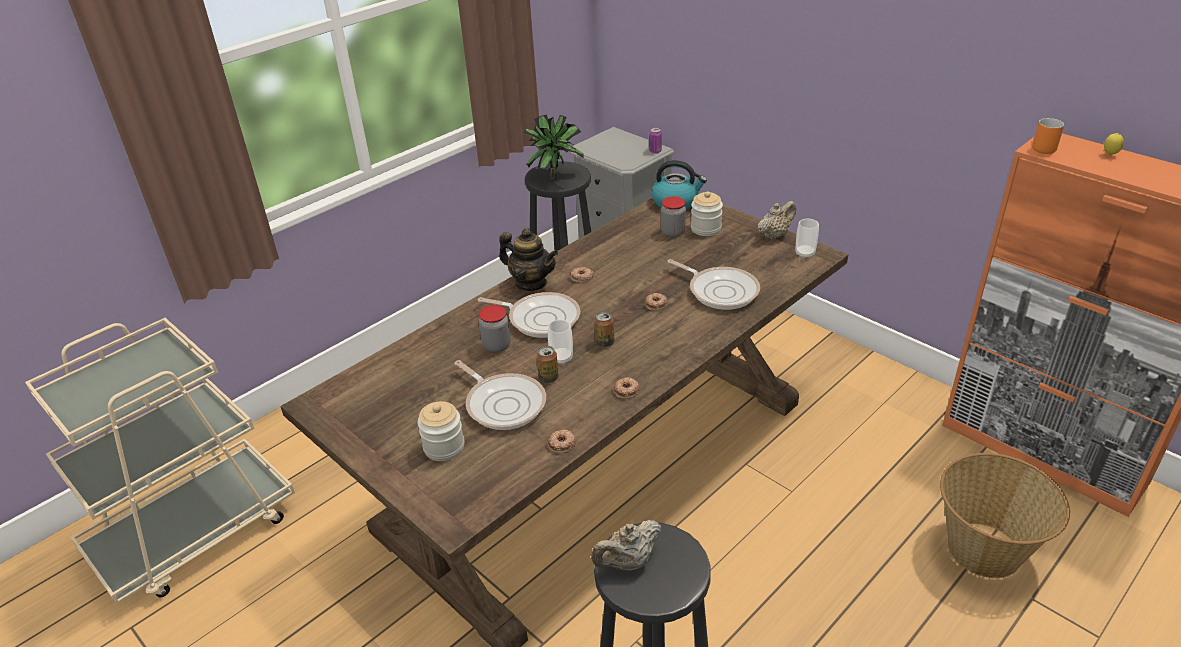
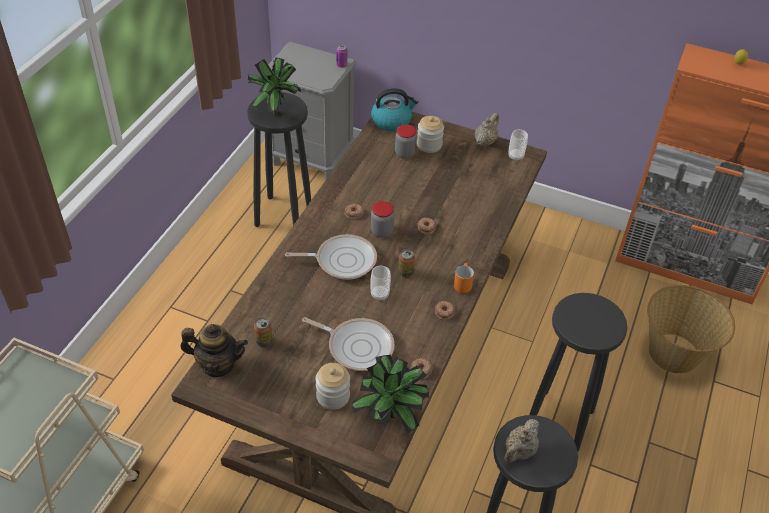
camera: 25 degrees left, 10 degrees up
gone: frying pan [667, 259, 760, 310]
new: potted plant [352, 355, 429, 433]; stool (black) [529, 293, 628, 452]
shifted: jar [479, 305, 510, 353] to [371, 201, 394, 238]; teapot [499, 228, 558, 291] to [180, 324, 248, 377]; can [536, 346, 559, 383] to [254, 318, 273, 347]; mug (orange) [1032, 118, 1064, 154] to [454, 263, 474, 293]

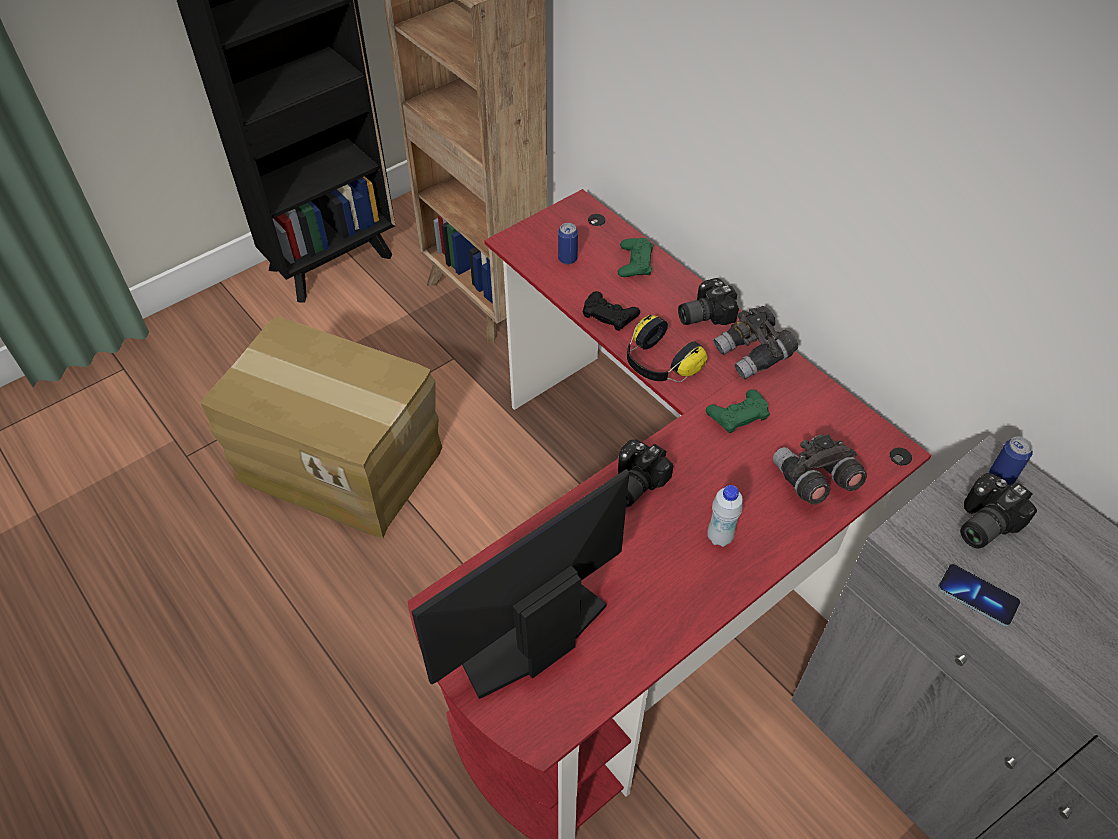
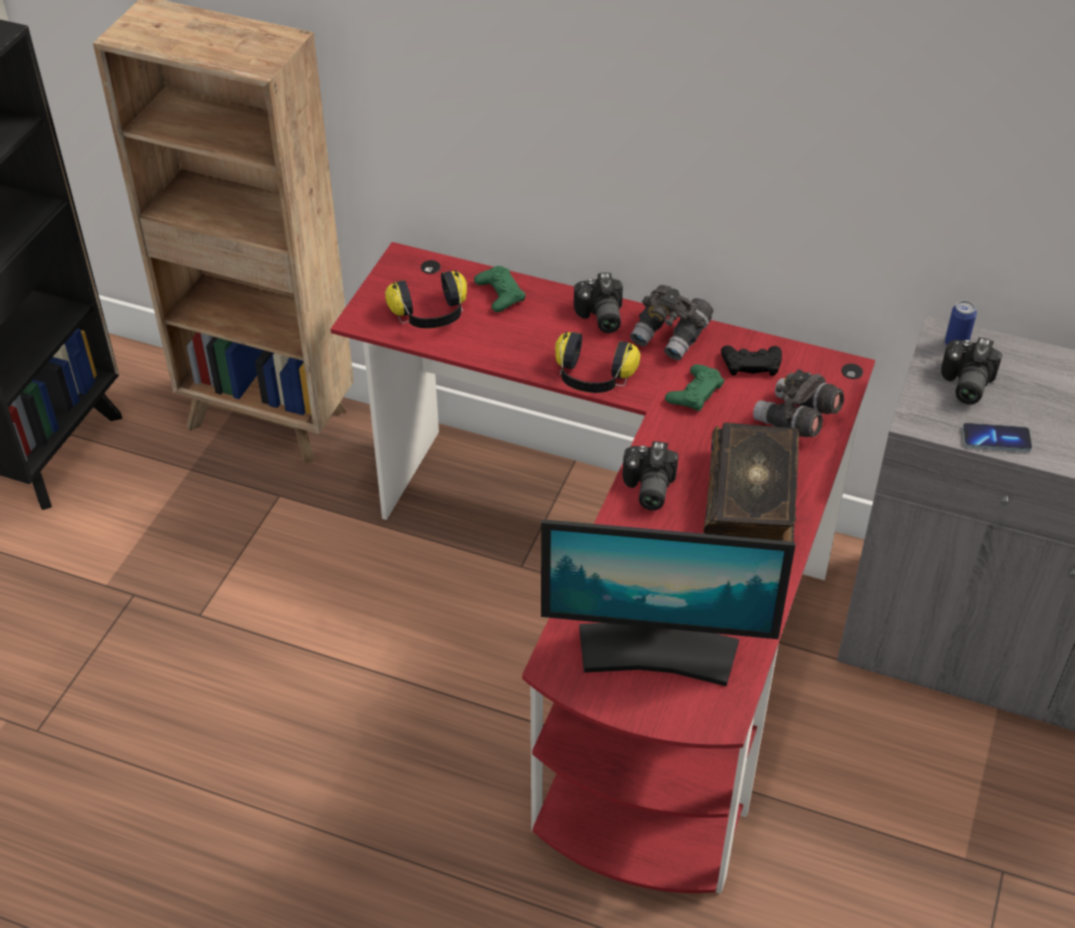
camera: 30 degrees left, 5 degrees down
gone: cardboard box [200, 316, 442, 538]
shifted: game controller (black) [582, 291, 640, 331] to [721, 345, 782, 376]
swapped: can [558, 223, 578, 265] to headphones [385, 270, 467, 328]; bottle (white) [707, 485, 743, 547] to book [703, 422, 799, 542]
rotated: monitor [411, 469, 629, 699] = [541, 520, 795, 686] 105 degrees counterclockwise; photo camera [678, 278, 739, 325] = [574, 273, 623, 333] 45 degrees counterclockwise

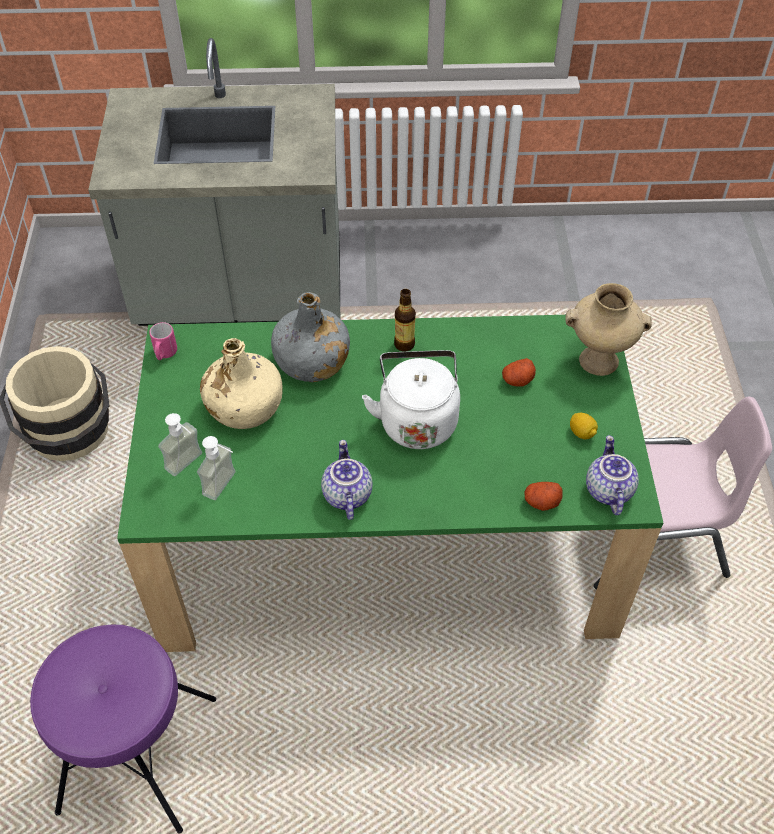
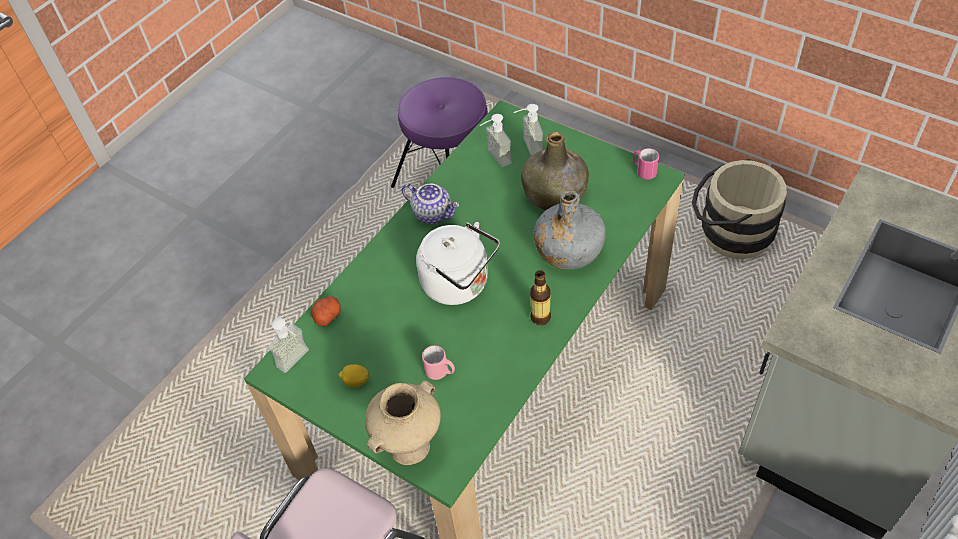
camera: 130 degrees right, 0 degrees up
swapped: potato [502, 358, 536, 386] to mug (pink) [422, 345, 455, 380]; teapot [586, 435, 639, 515] to soap dispenser [268, 318, 309, 373]
repainted: bottle (beige) [200, 338, 283, 429] to bottle (green) [521, 132, 589, 211]

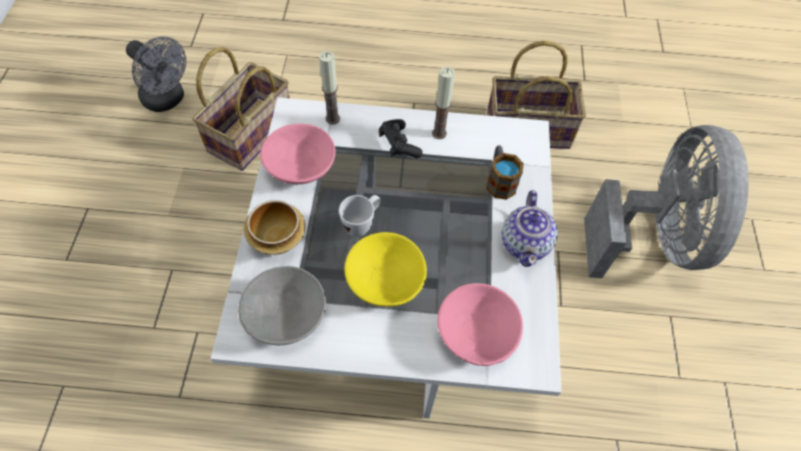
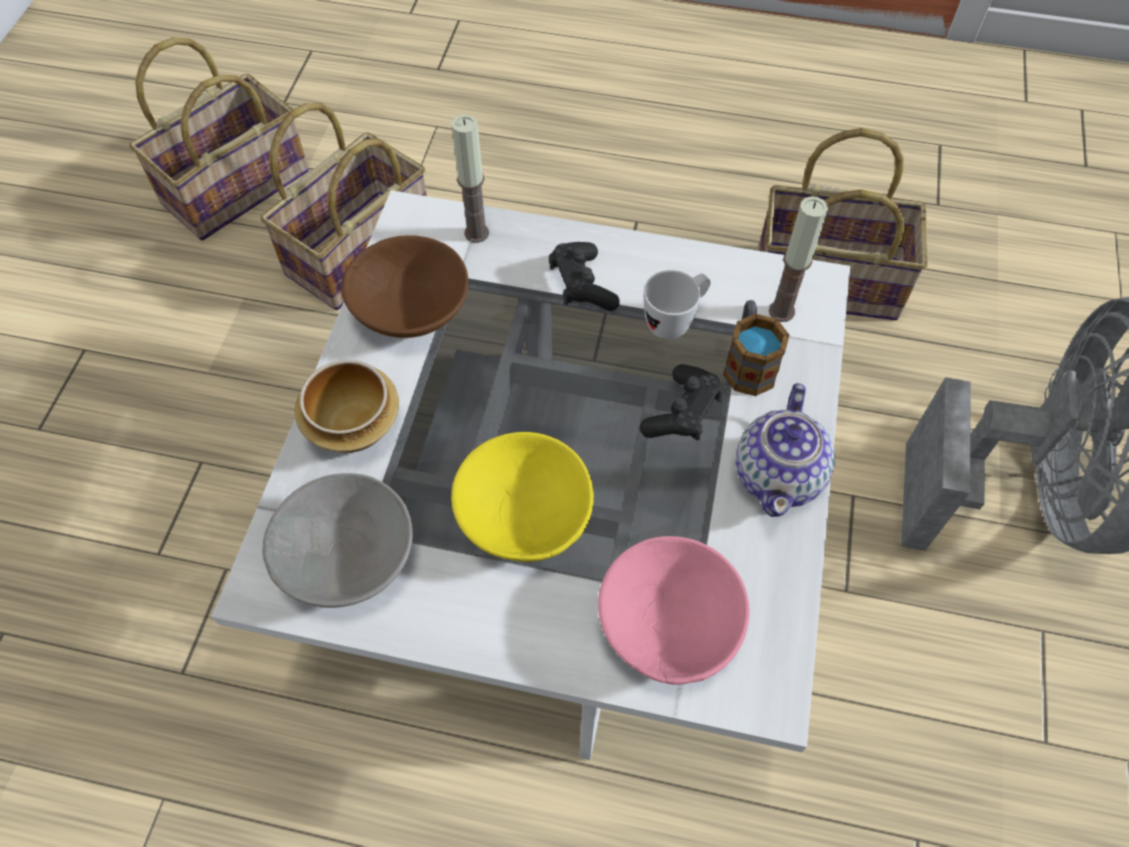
camera: 10 degrees right, 0 degrees up
new: game controller (black) [640, 364, 725, 441]
shifted: mug (white) [339, 195, 381, 237] to [644, 270, 711, 339]; candle [432, 67, 455, 139] to [769, 196, 828, 322]
swapped: fan (grey) [126, 36, 186, 112] to basket [129, 37, 309, 241]
repainted: bowl (pink) [260, 124, 335, 184] to bowl (brown) [341, 235, 469, 338]

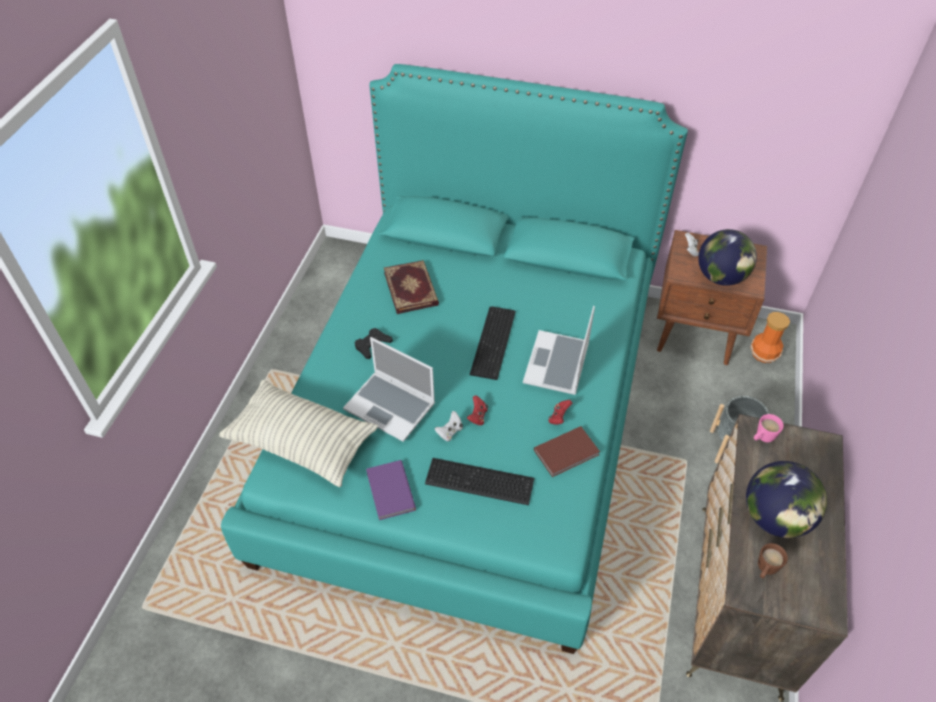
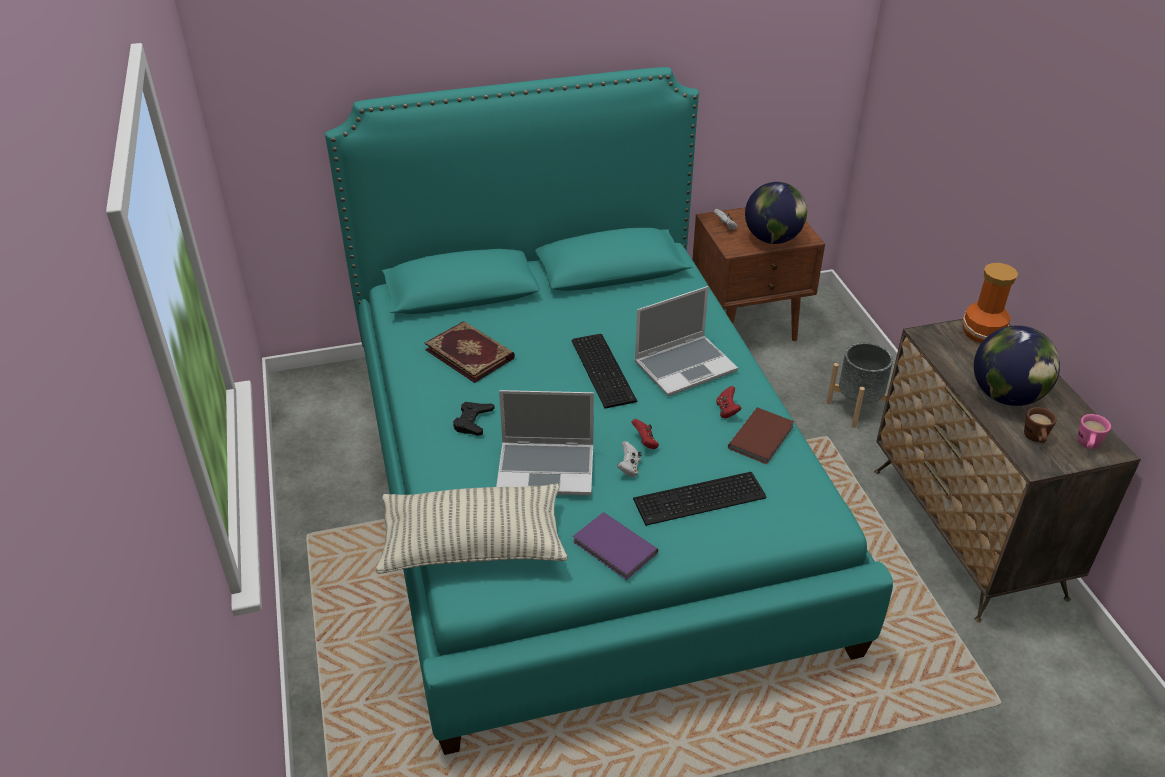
camera: 30 degrees left, 10 degrees down
shifted: vase [750, 312, 790, 363] to [962, 263, 1018, 343]; mug (pink) [754, 414, 784, 442] to [1077, 414, 1111, 449]
rotated: laptop [523, 306, 595, 395] = [634, 286, 738, 396] 105 degrees counterclockwise

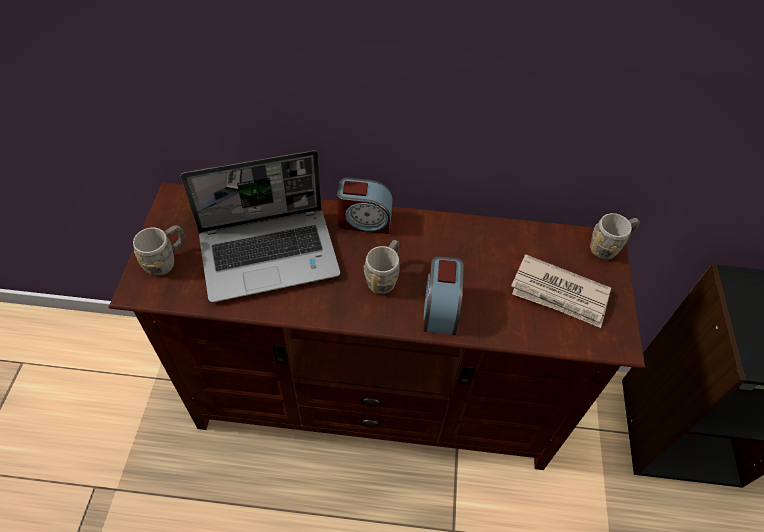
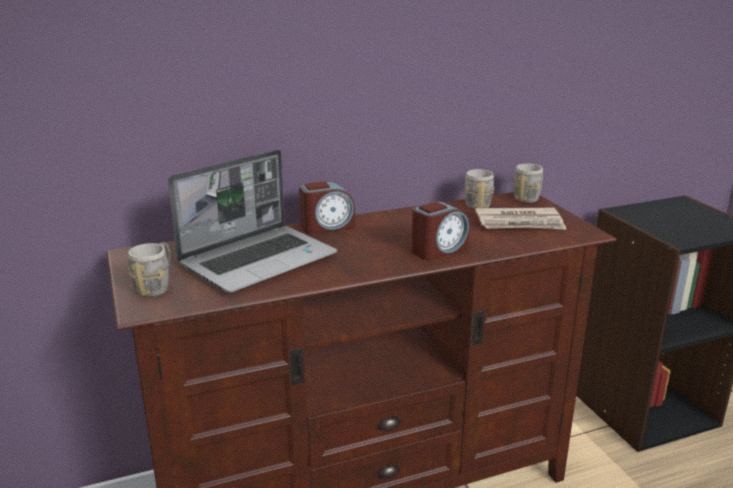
camera: 25 degrees left, 30 degrees down
shifted: mug (grey) [363, 240, 400, 294] to [465, 169, 495, 209]
rotated: alarm clock [423, 256, 464, 335] = [411, 201, 470, 260] 105 degrees counterclockwise

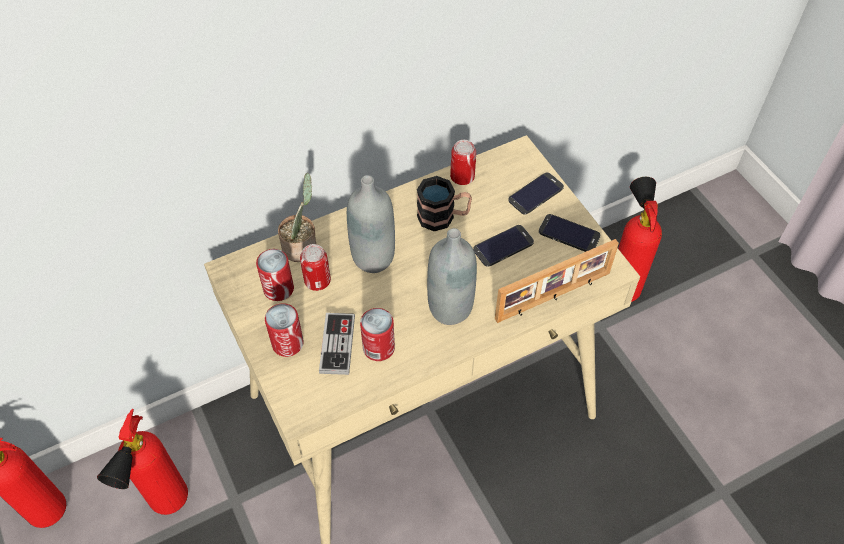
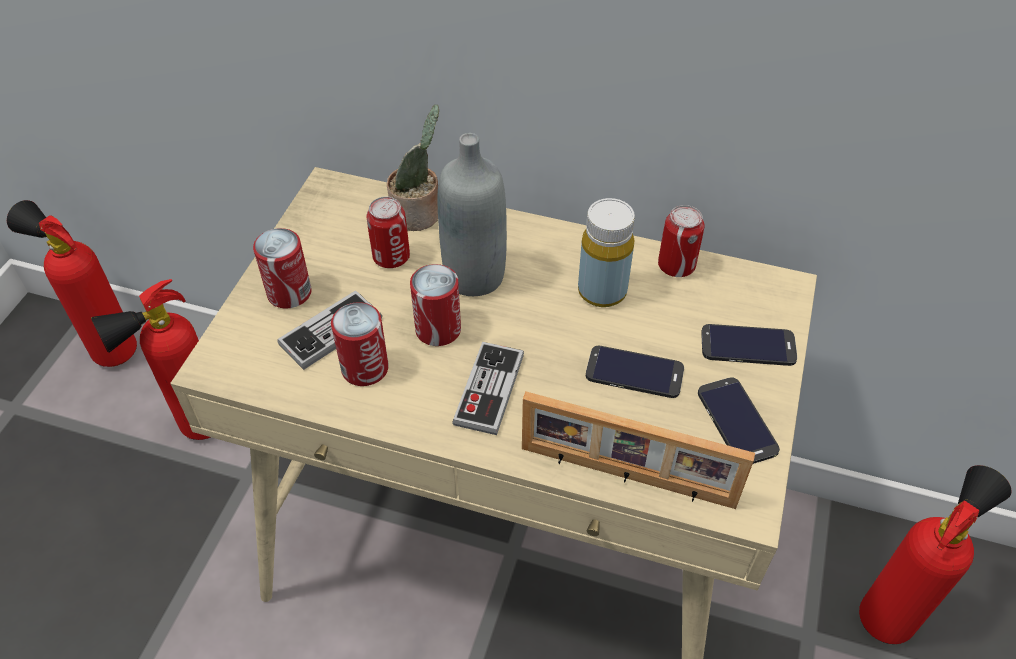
camera: 45 degrees right, 5 degrees down
shifted: can [256, 249, 294, 301] to [410, 264, 461, 346]
swapped: mug [417, 176, 472, 231] to bottle (yellow) [578, 198, 635, 307]; bottle (grey) [427, 228, 477, 325] to game controller [452, 342, 524, 435]

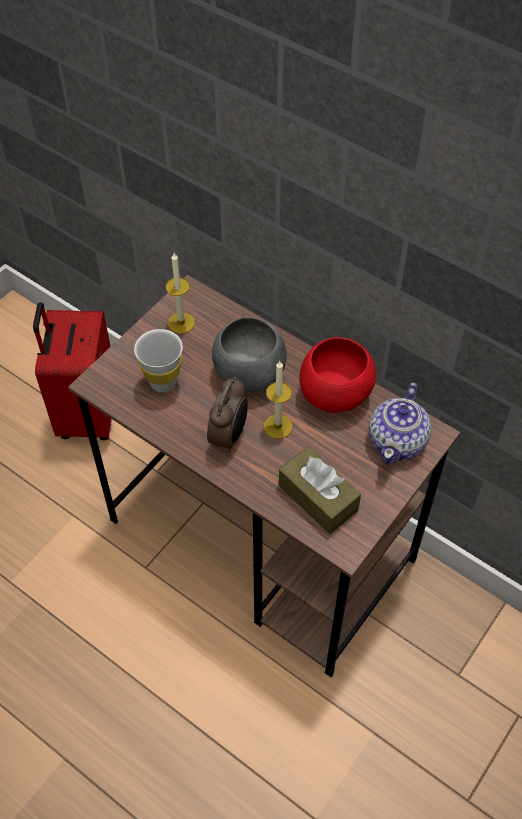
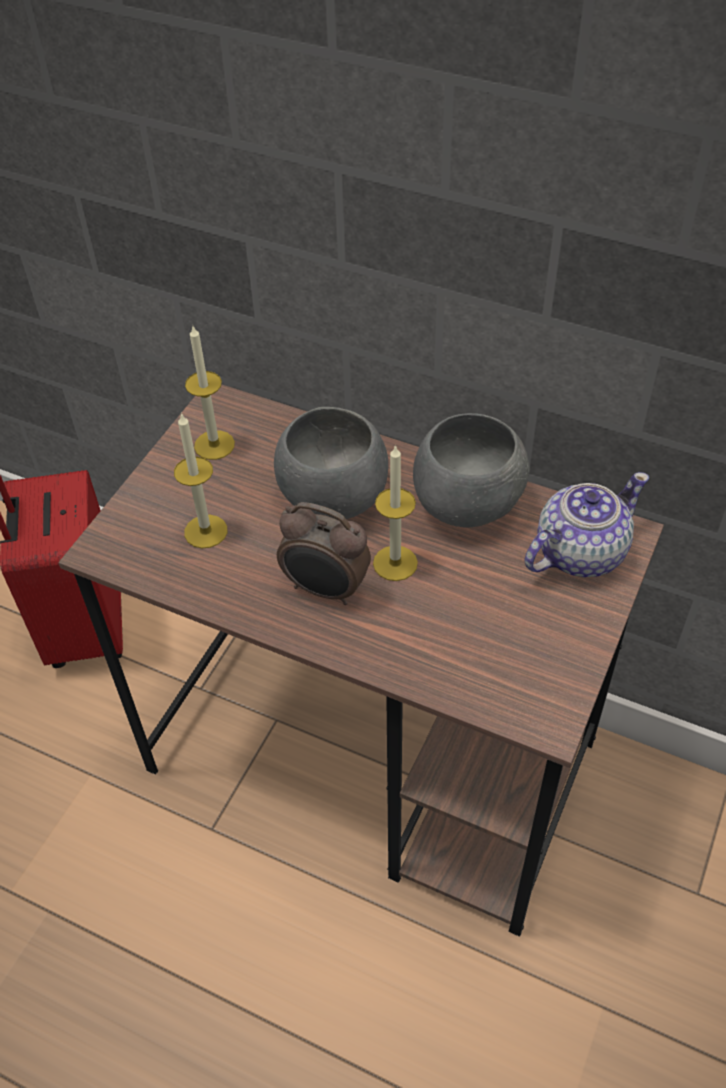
camera: 10 degrees left, 5 degrees down
gone: tissue box (brown) [279, 447, 361, 534]
swapped: cup (white) [134, 329, 183, 393] to candle [174, 412, 227, 548]
repainted: bowl (red) [299, 337, 376, 413] to bowl (grey) [413, 413, 530, 527]
rotated: alarm clock [207, 376, 248, 453] = [277, 502, 371, 605] 105 degrees clockwise; teapot [369, 383, 431, 464] = [524, 472, 649, 577] 135 degrees counterclockwise

